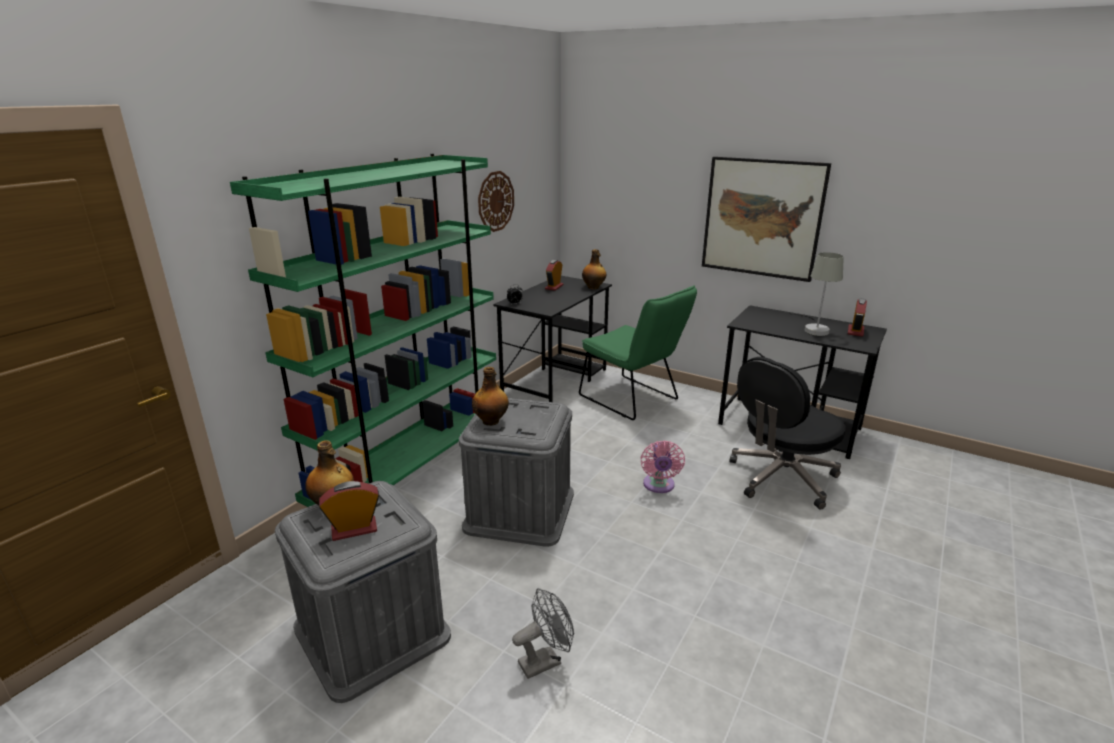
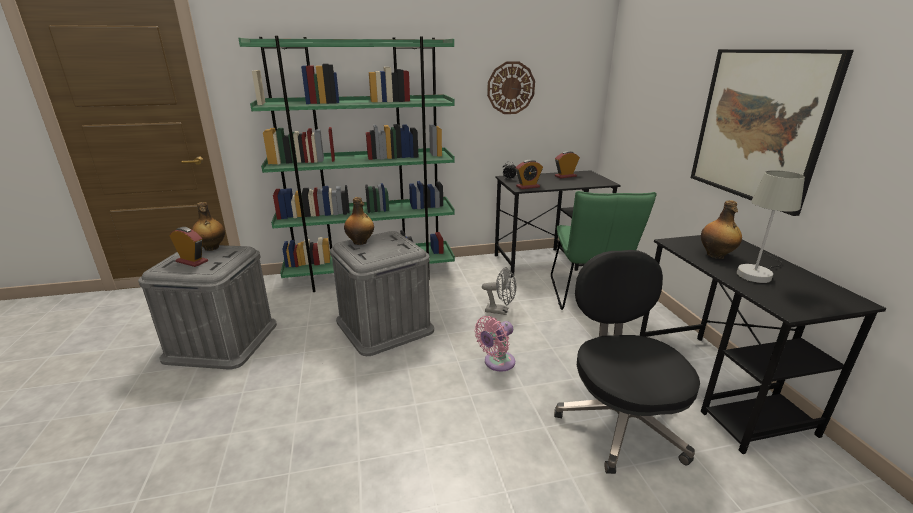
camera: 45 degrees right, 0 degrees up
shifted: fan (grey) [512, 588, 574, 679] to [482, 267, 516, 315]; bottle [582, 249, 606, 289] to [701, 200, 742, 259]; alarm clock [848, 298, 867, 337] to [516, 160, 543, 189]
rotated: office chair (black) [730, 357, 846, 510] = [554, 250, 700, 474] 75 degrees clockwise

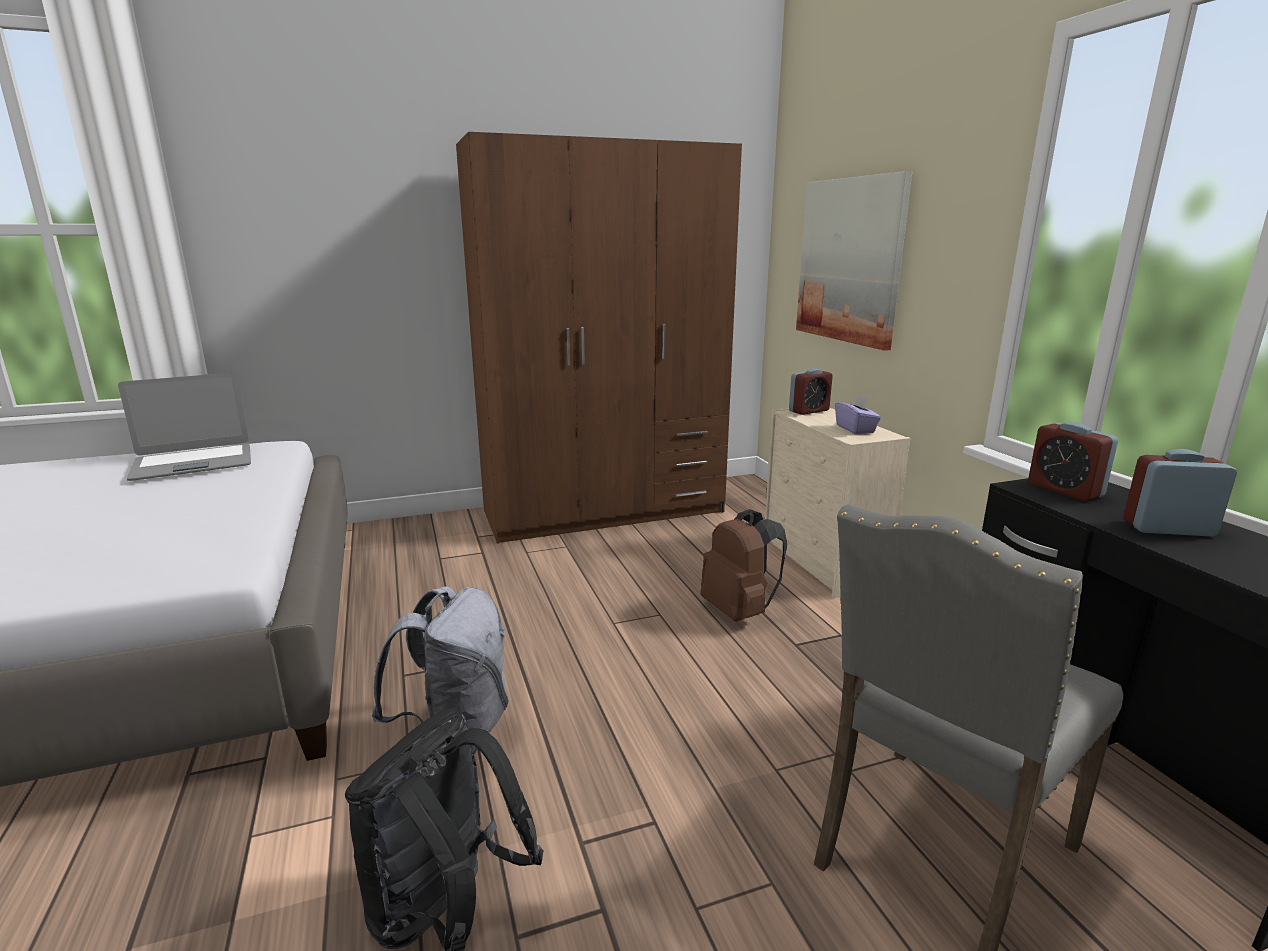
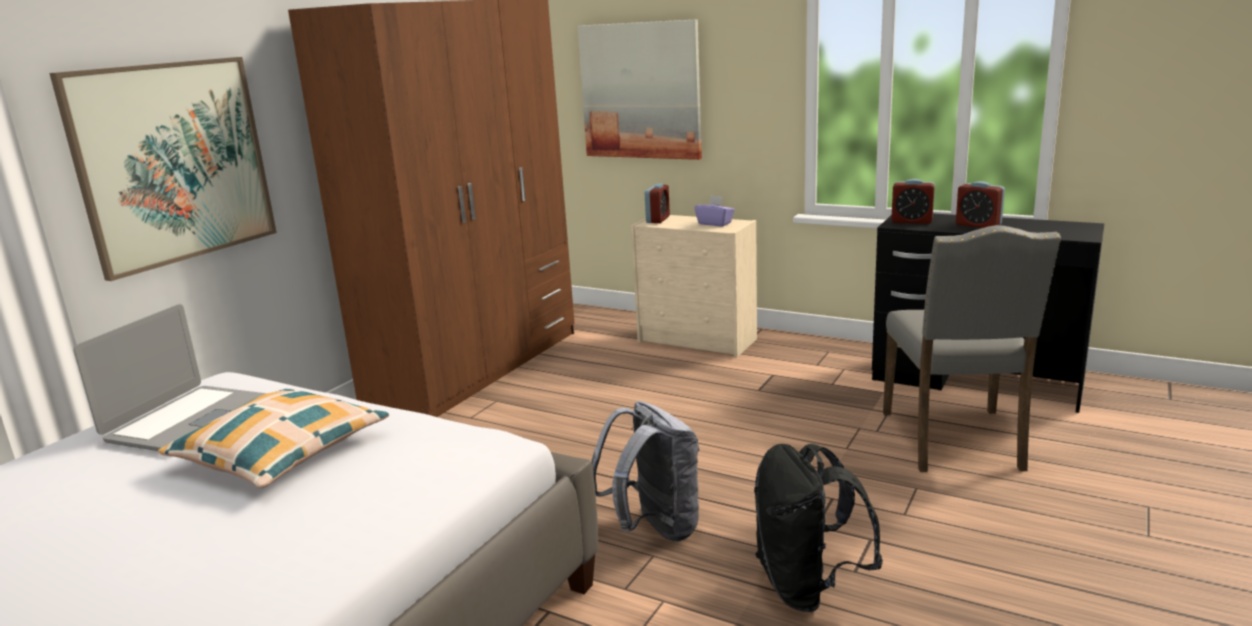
camera: 40 degrees left, 0 degrees up
gone: backpack (brown) [700, 509, 787, 622]
new: picture [49, 57, 277, 281]; pillow [158, 389, 389, 488]
rotated: alarm clock [1124, 449, 1237, 537] = [956, 181, 1005, 228] 105 degrees counterclockwise

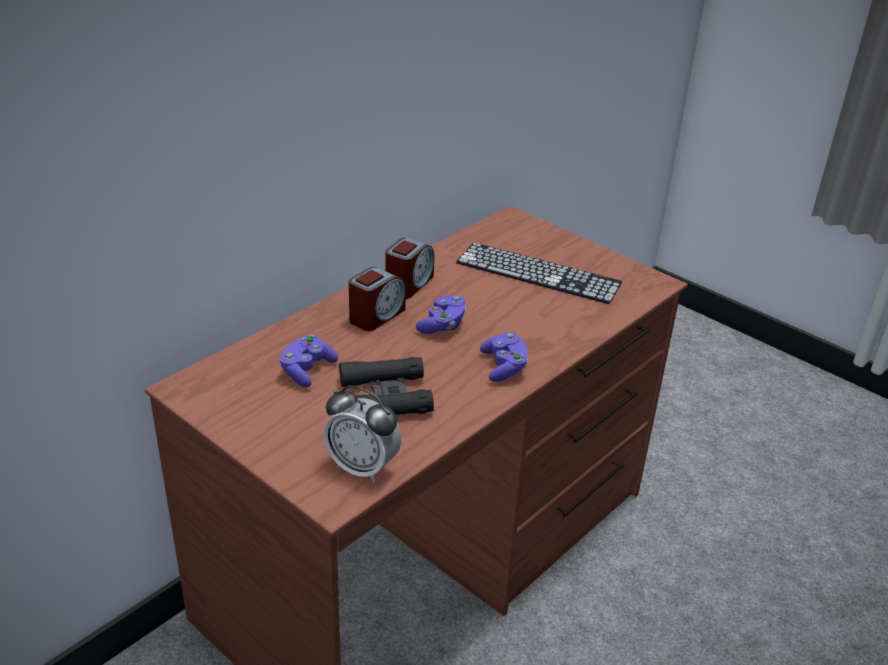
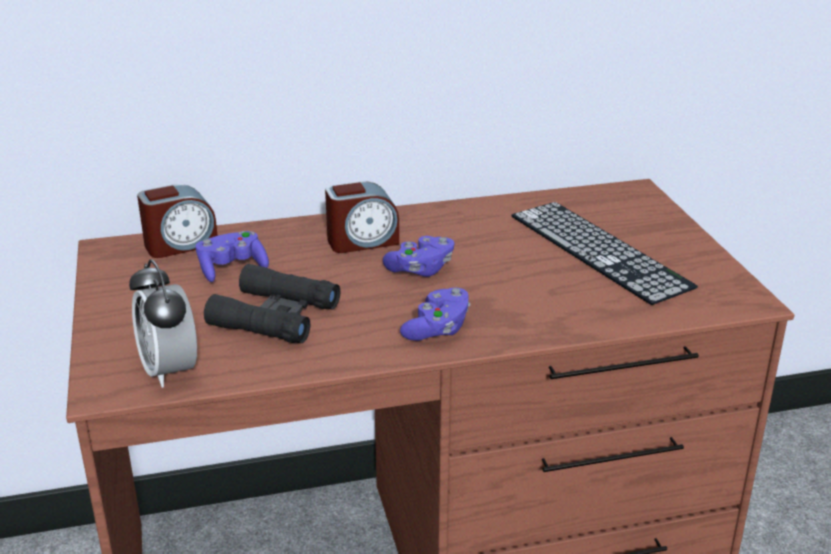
camera: 35 degrees right, 5 degrees down
shifted: alarm clock [385, 238, 435, 299] to [137, 184, 218, 258]

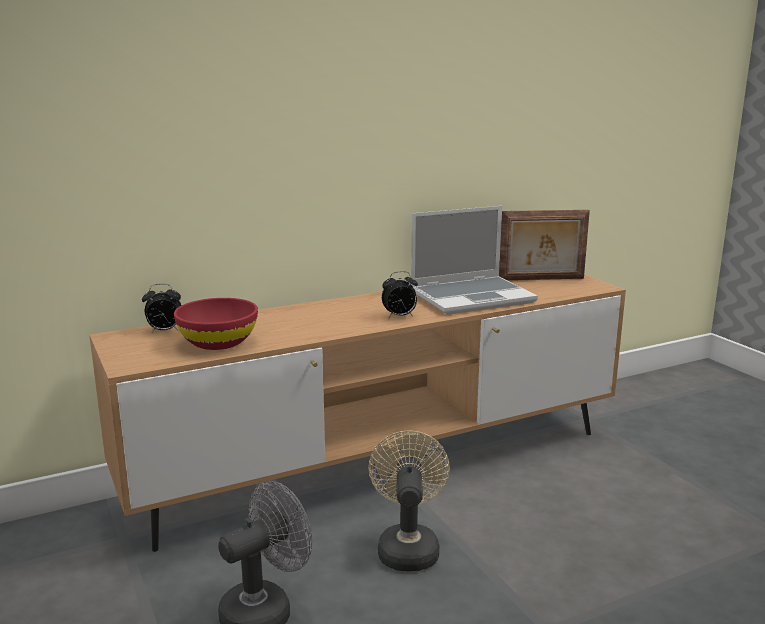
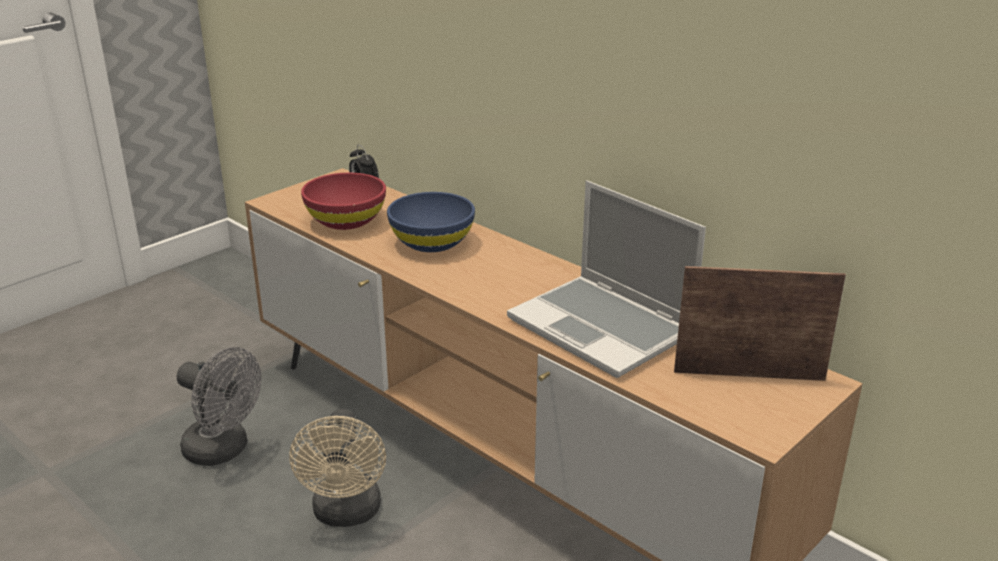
camera: 70 degrees right, 10 degrees up
gone: alarm clock [382, 271, 418, 317]
new: bowl (blue) [387, 192, 475, 252]
rotated: fan (beige) [368, 430, 450, 572] = [289, 409, 386, 527] 105 degrees clockwise; picture frame [499, 210, 590, 280] = [674, 266, 846, 381] 120 degrees clockwise

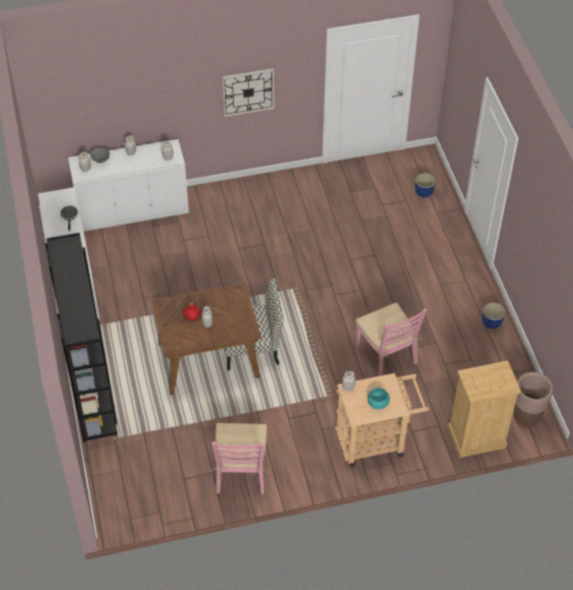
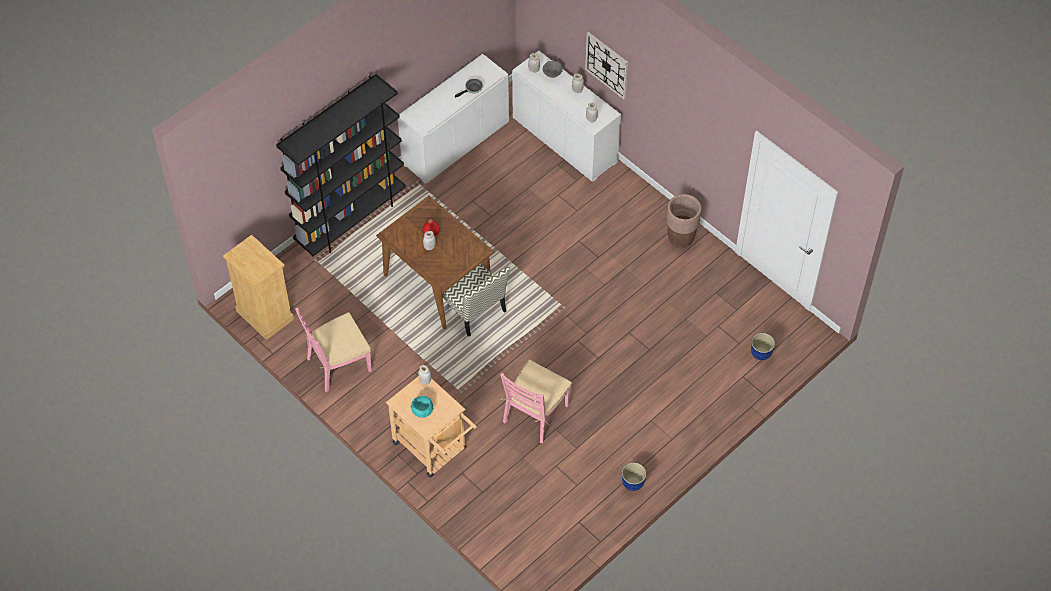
camera: 60 degrees right, 5 degrees up
shifted: wall clock [222, 68, 274, 117] to [585, 32, 628, 99]; dresser (beige) [448, 361, 521, 458] to [223, 235, 294, 340]; planter (brown) [514, 372, 553, 428] to [666, 194, 702, 248]

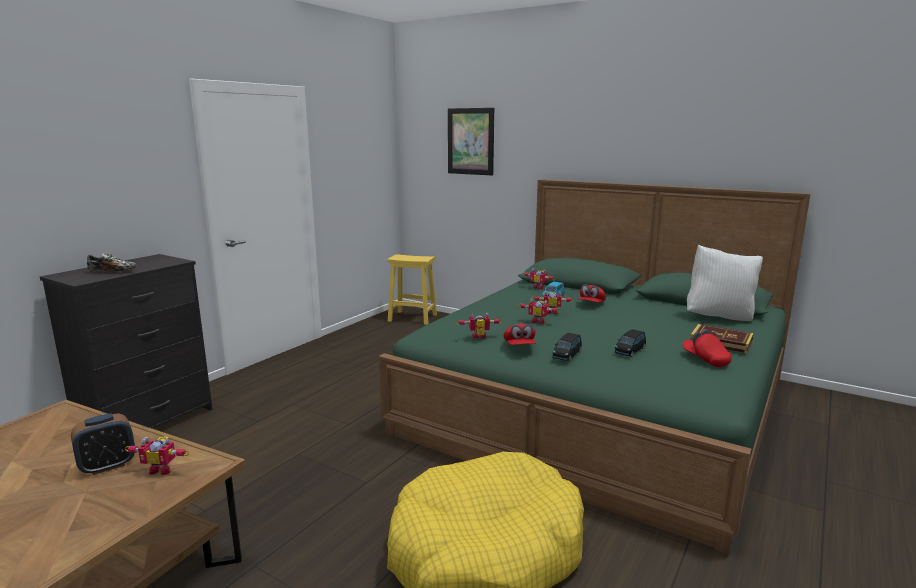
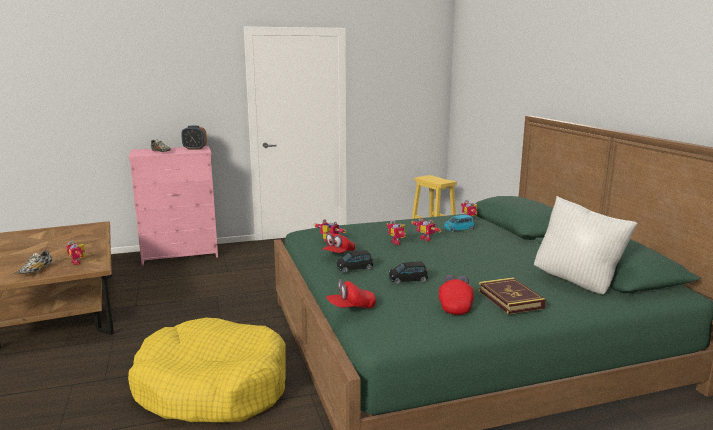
camera: 40 degrees right, 0 degrees up
gone: picture [448, 108, 494, 176]
new: shoe [18, 250, 53, 274]
shifted: alarm clock [71, 413, 135, 475] to [181, 126, 207, 150]; cap (red) [578, 284, 606, 303] to [326, 279, 376, 308]
repainted: dresser (black) [40, 254, 213, 429] to dresser (pink) [128, 146, 218, 265]

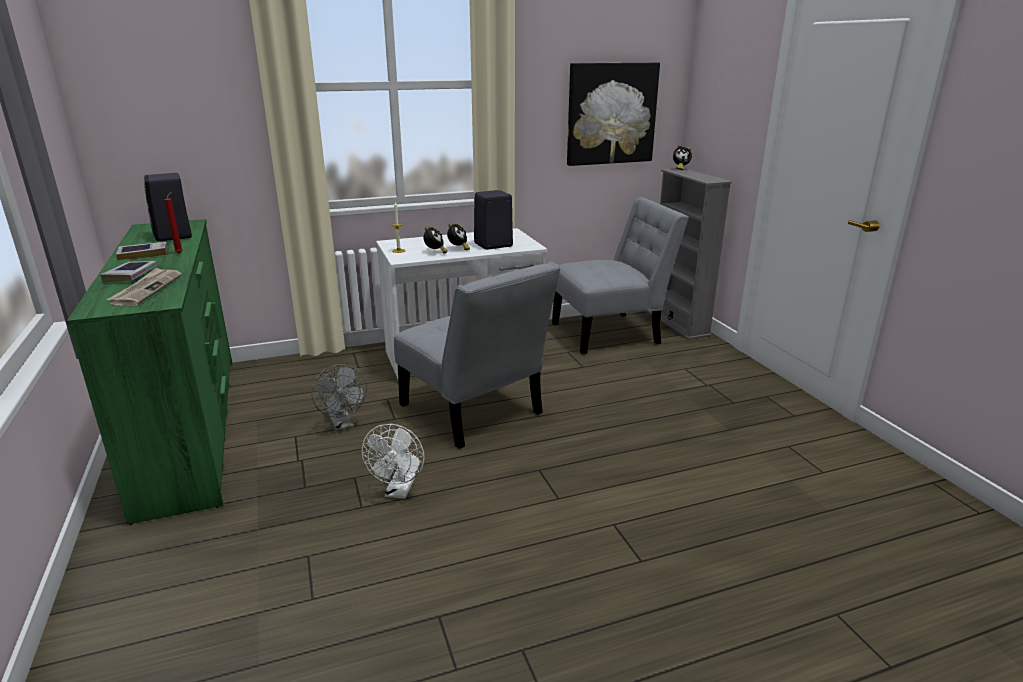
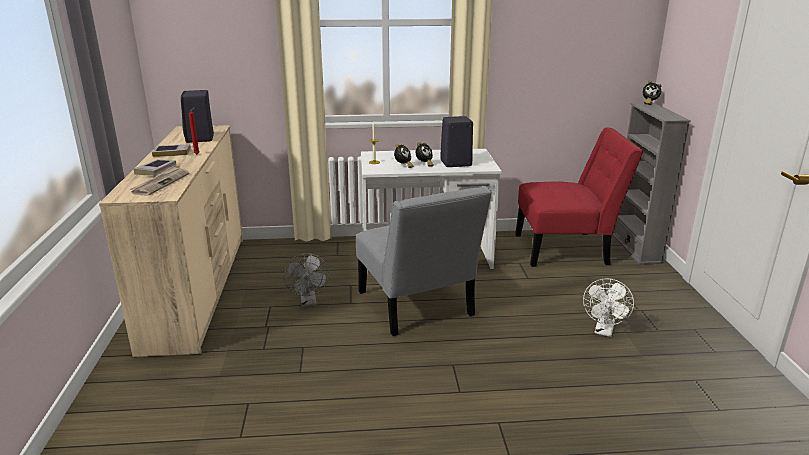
camera: 15 degrees right, 0 degrees up
gone: picture [567, 62, 660, 166]
shifted: fan (white) [361, 424, 424, 499] to [583, 279, 634, 337]
repainted: dresser (green) [67, 219, 233, 525] to dresser (beige) [99, 125, 243, 357]; chair (grey) [552, 198, 689, 354] to chair (red) [515, 128, 643, 267]

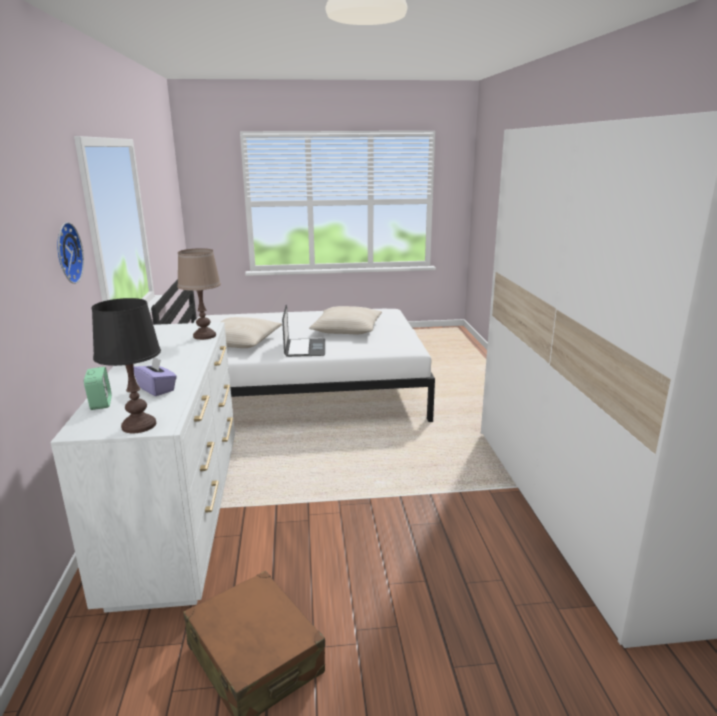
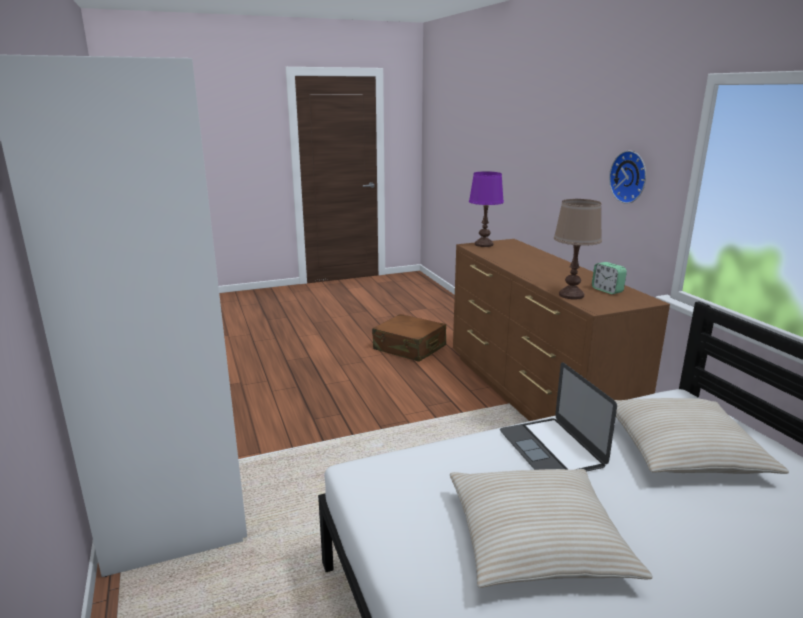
camera: 165 degrees right, 0 degrees up
gone: tissue box (purple) [134, 357, 177, 396]
shifted: alarm clock [84, 367, 112, 410] to [592, 262, 627, 294]
repainted: dresser (white) [51, 322, 235, 613] to dresser (brown) [453, 239, 670, 421]; table lamp (black) [92, 298, 161, 433] to table lamp (purple) [469, 171, 504, 247]

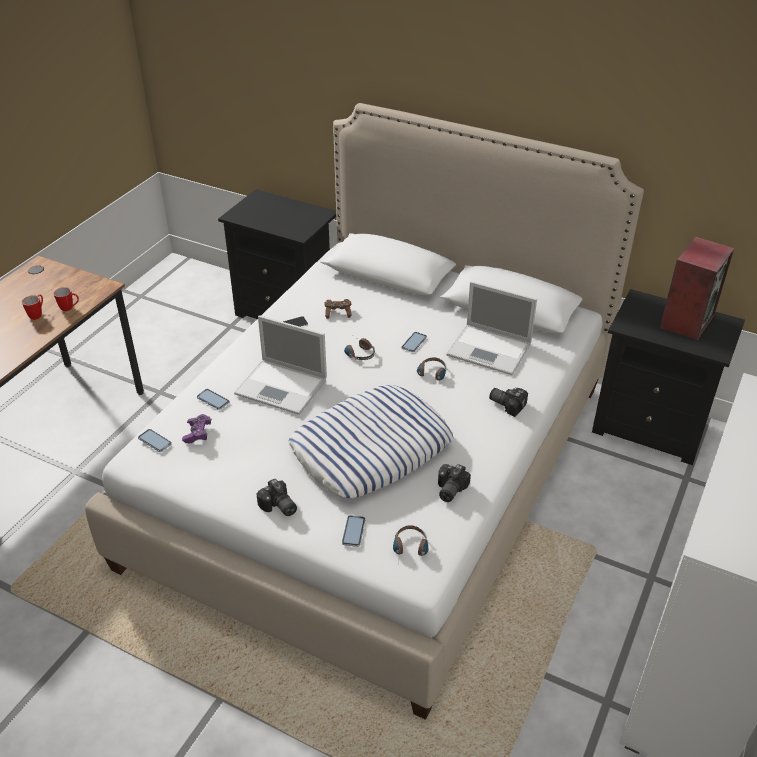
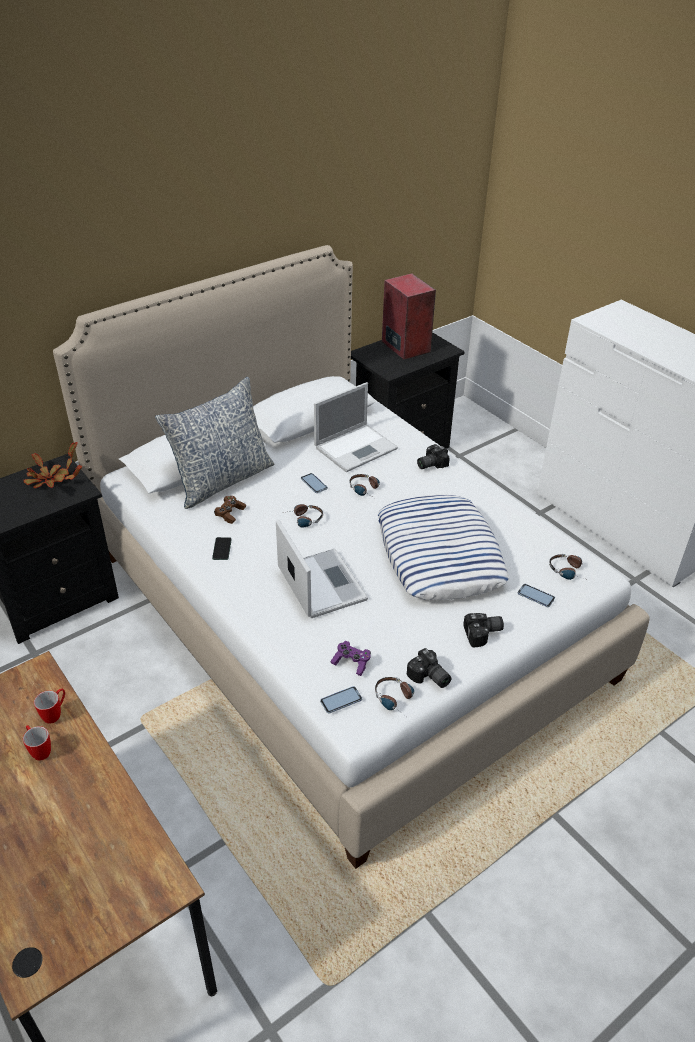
camera: 65 degrees left, 0 degrees up
gone: phone [197, 389, 229, 410]
new: potted plant [24, 442, 82, 488]; pillow [155, 377, 274, 509]; headphones [375, 677, 414, 714]
shifted: photo camera [438, 464, 471, 502] to [407, 648, 451, 688]
rotated: laptop [234, 315, 327, 415] = [276, 520, 368, 618] 75 degrees counterclockwise

